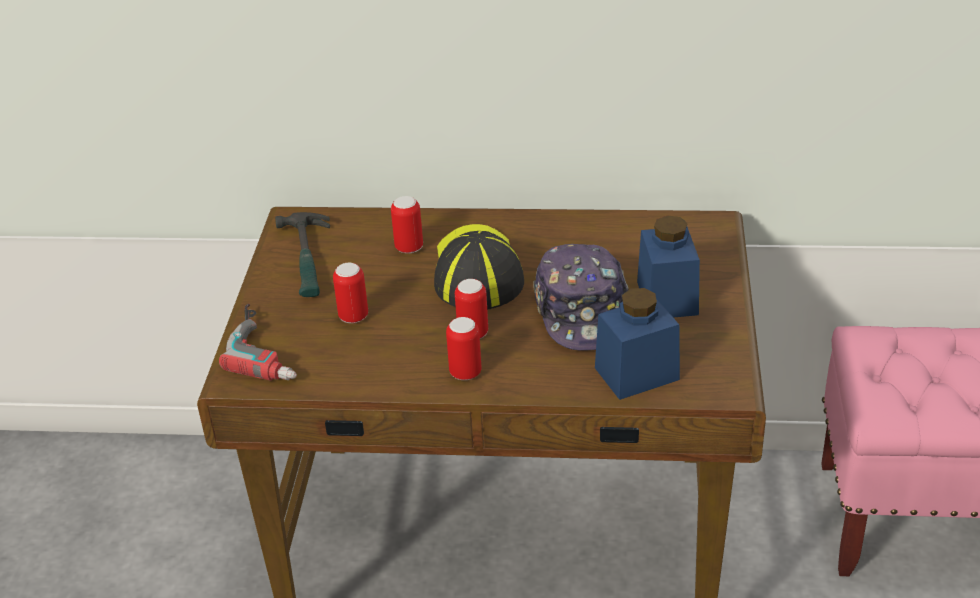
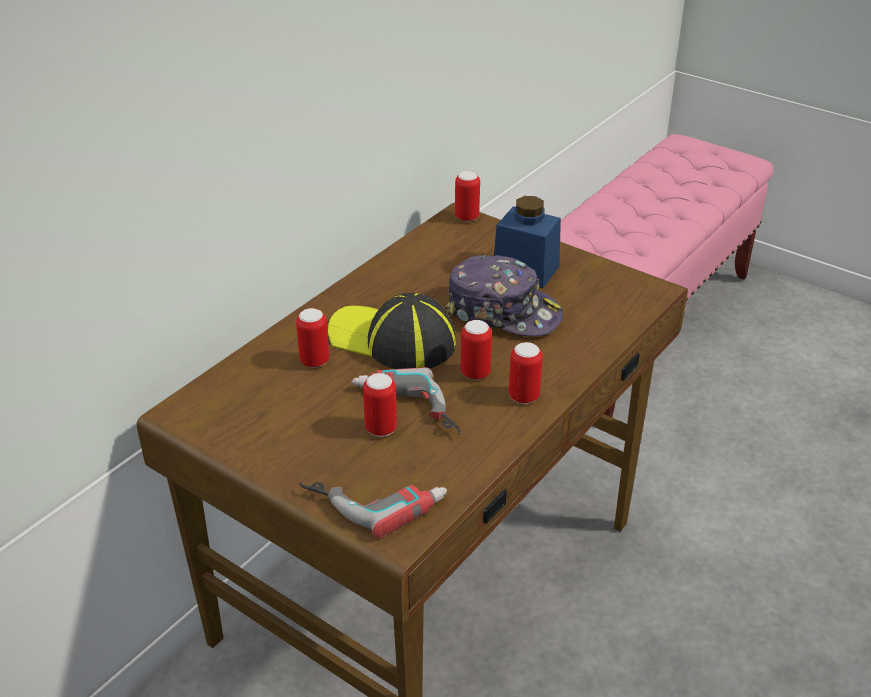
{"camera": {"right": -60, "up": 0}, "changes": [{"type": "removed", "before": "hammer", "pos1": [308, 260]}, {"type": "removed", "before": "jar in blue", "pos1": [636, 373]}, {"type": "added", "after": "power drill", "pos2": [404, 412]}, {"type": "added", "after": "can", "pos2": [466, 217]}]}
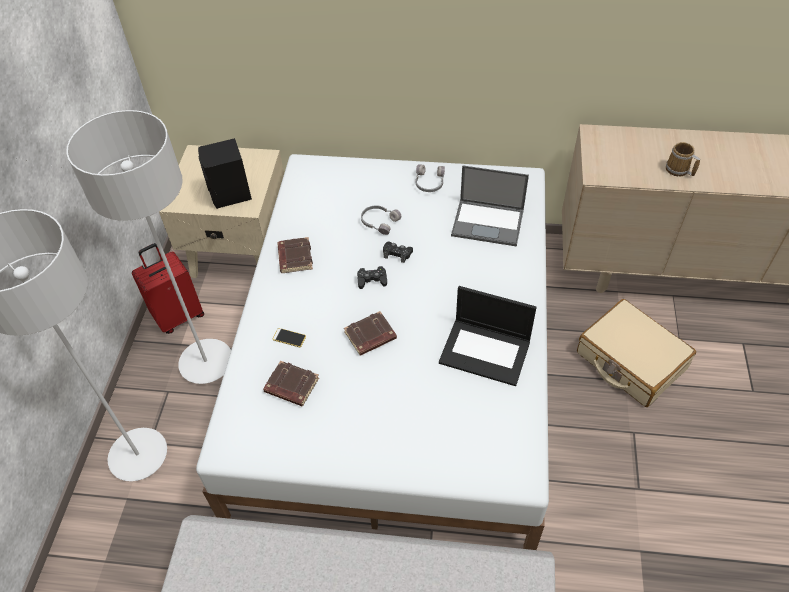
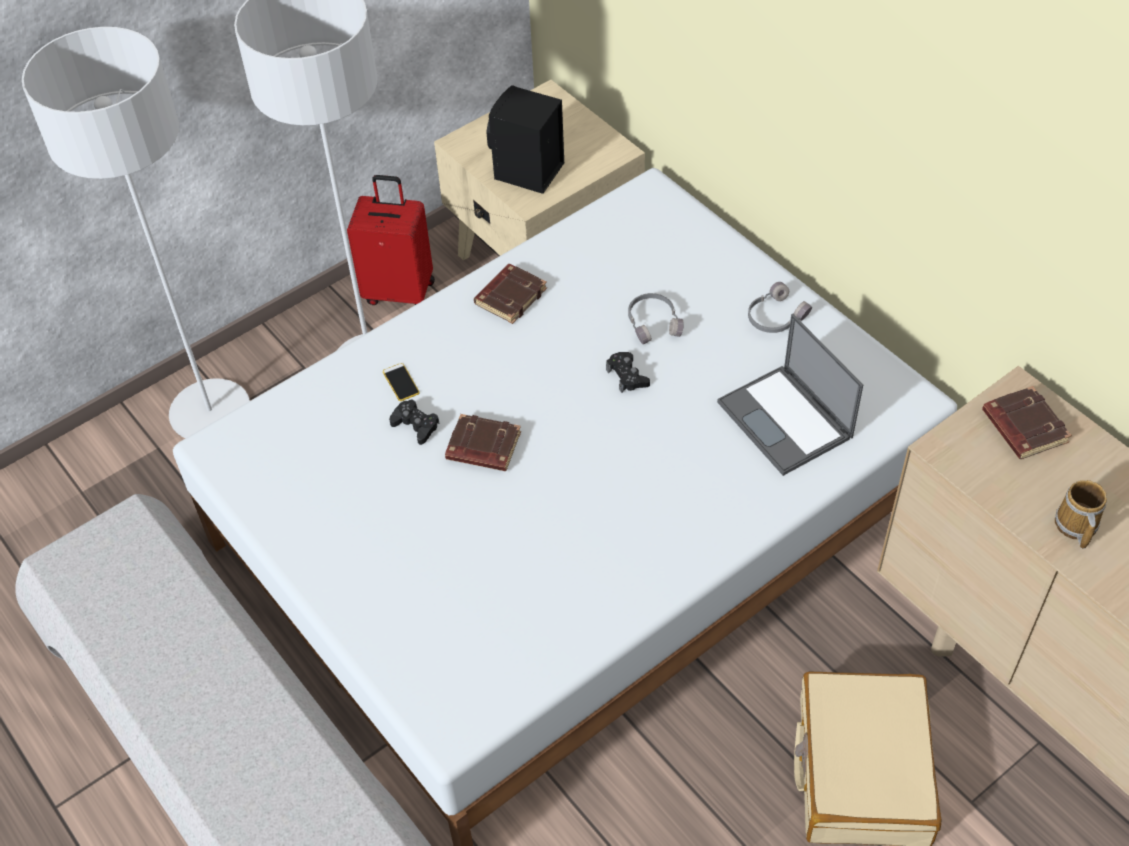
{"camera": {"right": 45, "up": 0}, "changes": [{"type": "moved", "before": "book in brown", "pos1": [291, 386], "pos2": [1022, 427]}, {"type": "moved", "before": "game controller in black", "pos1": [372, 280], "pos2": [415, 425]}, {"type": "removed", "before": "laptop", "pos1": [486, 351]}]}
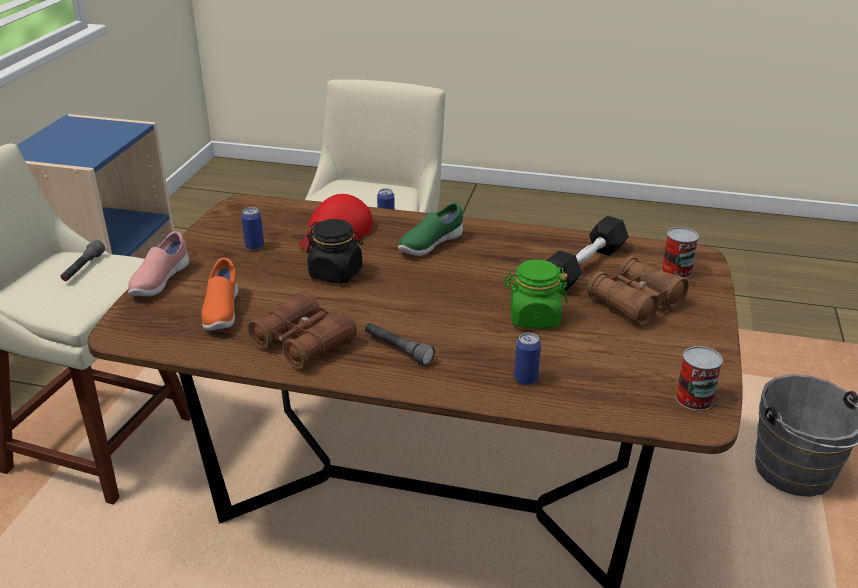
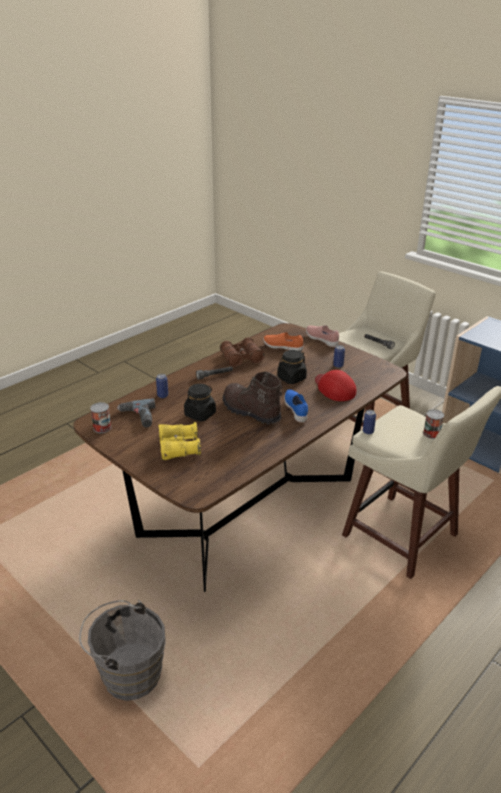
{"camera": {"right": 120, "up": 0}, "changes": [{"type": "recoloured", "before": "shoe in green", "after": "shoe in blue", "pos1": [430, 245], "pos2": [296, 410]}, {"type": "recoloured", "before": "jar in green", "after": "jar in black", "pos1": [534, 318], "pos2": [200, 414]}, {"type": "removed", "before": "dumbbell in black", "pos1": [584, 267]}, {"type": "recoloured", "before": "binoculars in brown", "after": "binoculars in yellow", "pos1": [635, 303], "pos2": [179, 448]}, {"type": "moved", "before": "can", "pos1": [676, 271], "pos2": [431, 434]}, {"type": "added", "after": "power drill", "pos2": [138, 417]}, {"type": "added", "after": "boot in brown", "pos2": [250, 412]}]}
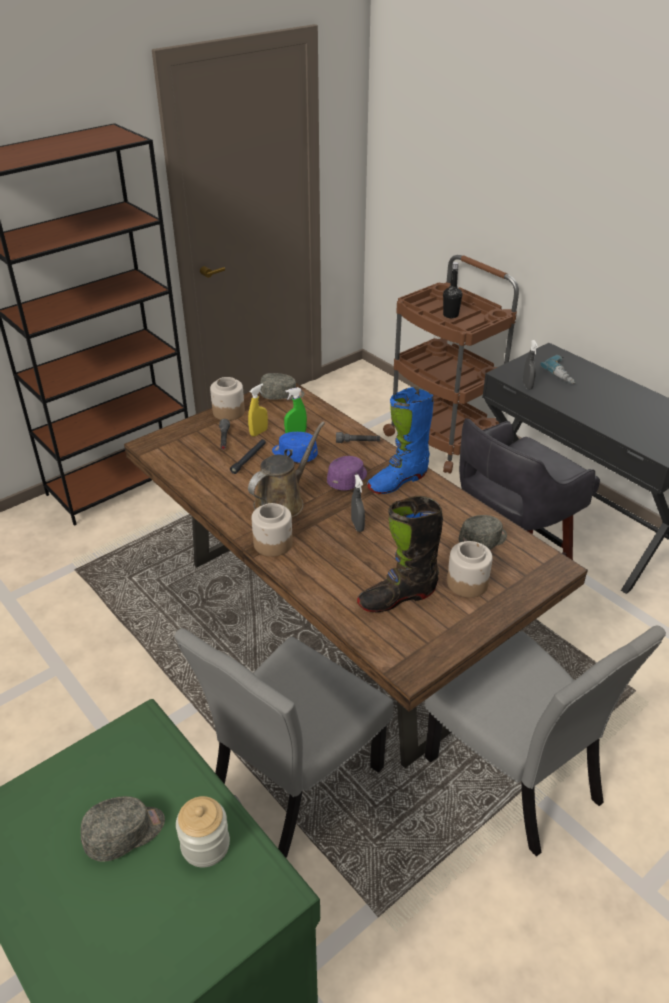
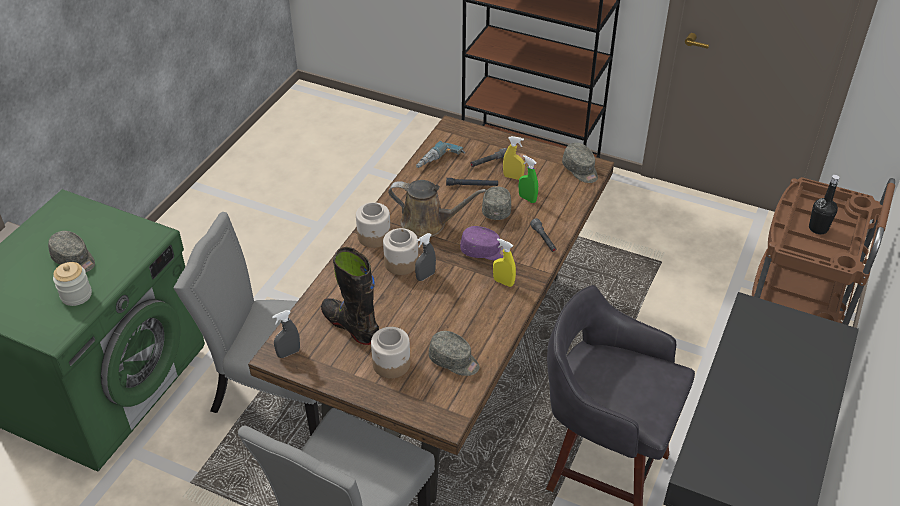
{"camera": {"right": 65, "up": 5}, "changes": [{"type": "moved", "before": "jar", "pos1": [228, 412], "pos2": [401, 263]}, {"type": "recoloured", "before": "cap in blue", "after": "cap in grey", "pos1": [294, 454], "pos2": [496, 208]}, {"type": "replaced", "before": "boot in blue", "after": "spray bottle in yellow", "pos1": [397, 481], "pos2": [503, 282]}, {"type": "moved", "before": "spray bottle in grey", "pos1": [527, 385], "pos2": [288, 353]}, {"type": "moved", "before": "power drill", "pos1": [564, 374], "pos2": [440, 162]}]}
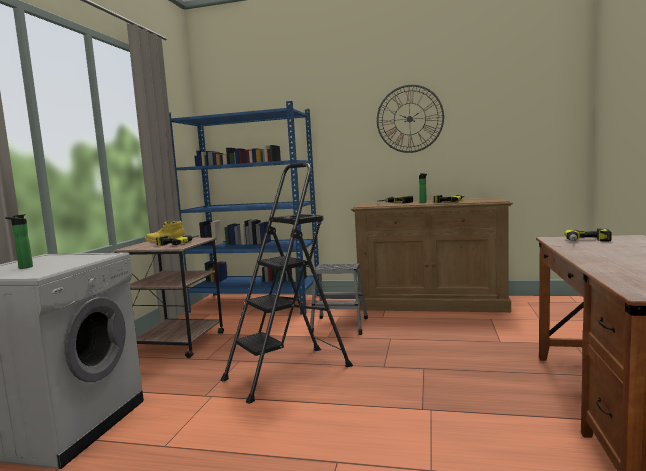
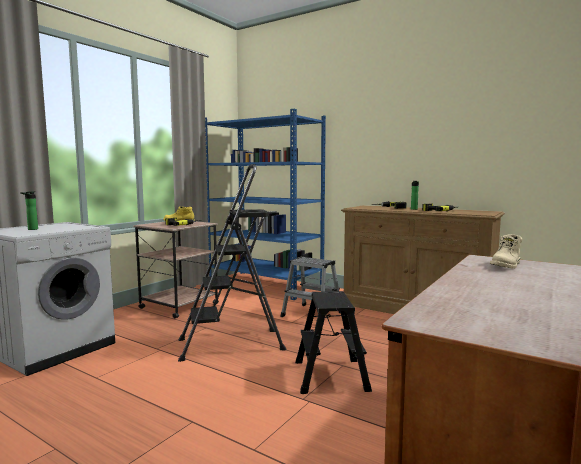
{"camera": {"right": 20, "up": 0}, "changes": [{"type": "removed", "before": "wall clock", "pos1": [409, 119]}, {"type": "replaced", "before": "power drill", "after": "boot in beige", "pos1": [588, 241], "pos2": [506, 265]}, {"type": "added", "after": "step ladder in black", "pos2": [330, 376]}]}
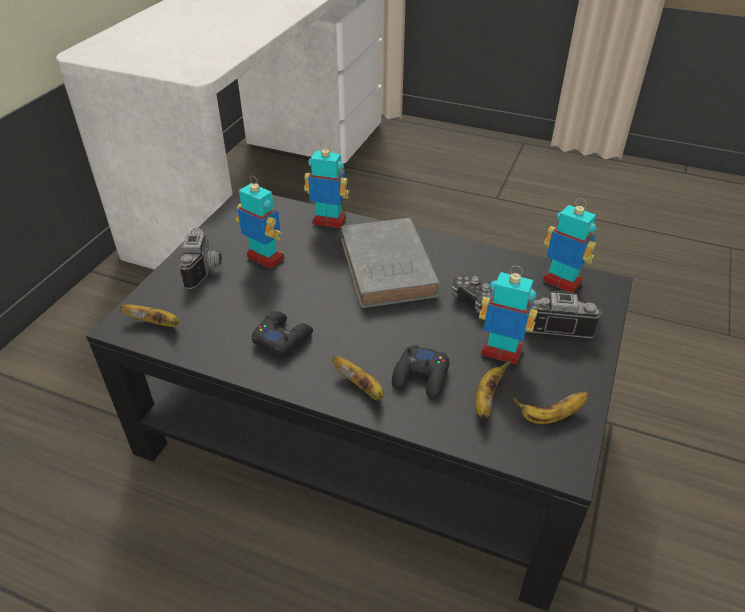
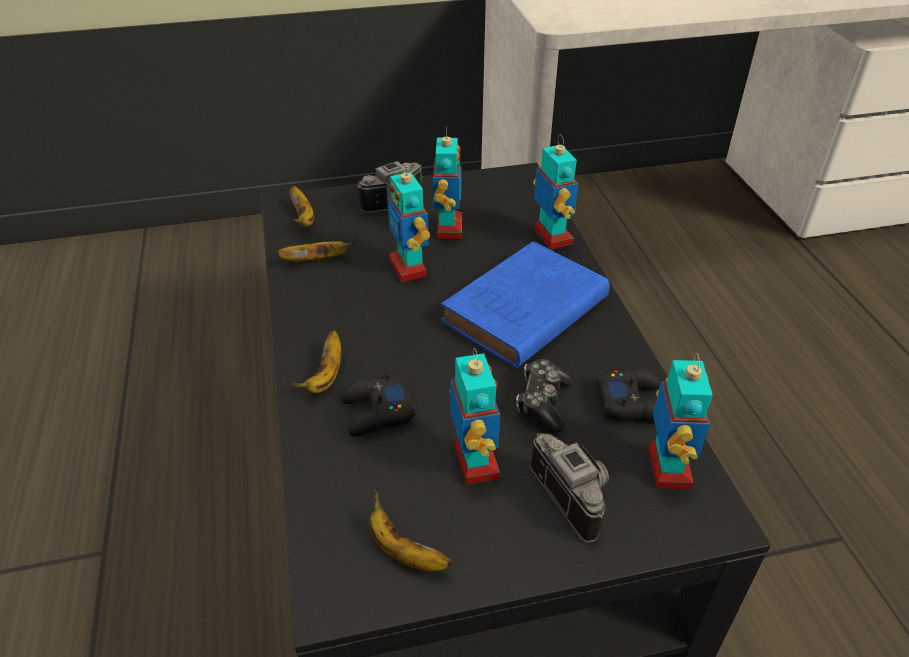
{"camera": {"right": 55, "up": 0}, "changes": [{"type": "moved", "before": "game controller in black", "pos1": [282, 338], "pos2": [632, 402]}, {"type": "recoloured", "before": "book in grey", "after": "book in blue", "pos1": [388, 270], "pos2": [522, 312]}, {"type": "moved", "before": "banana", "pos1": [486, 399], "pos2": [316, 260]}, {"type": "added", "after": "toy robot", "pos2": [409, 268]}]}
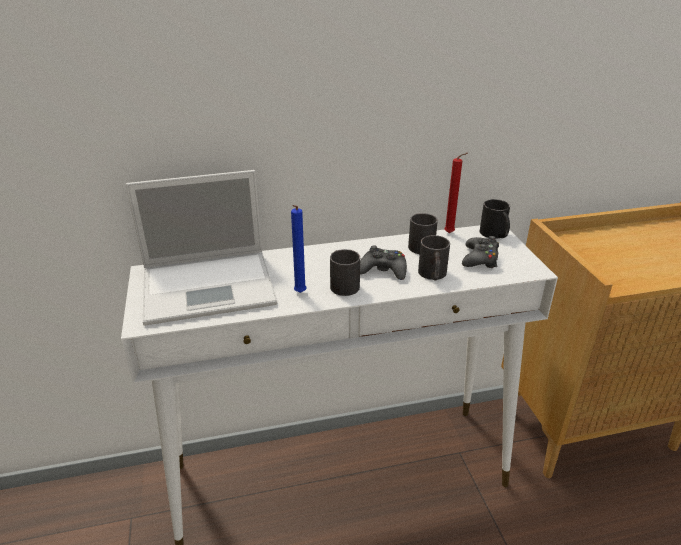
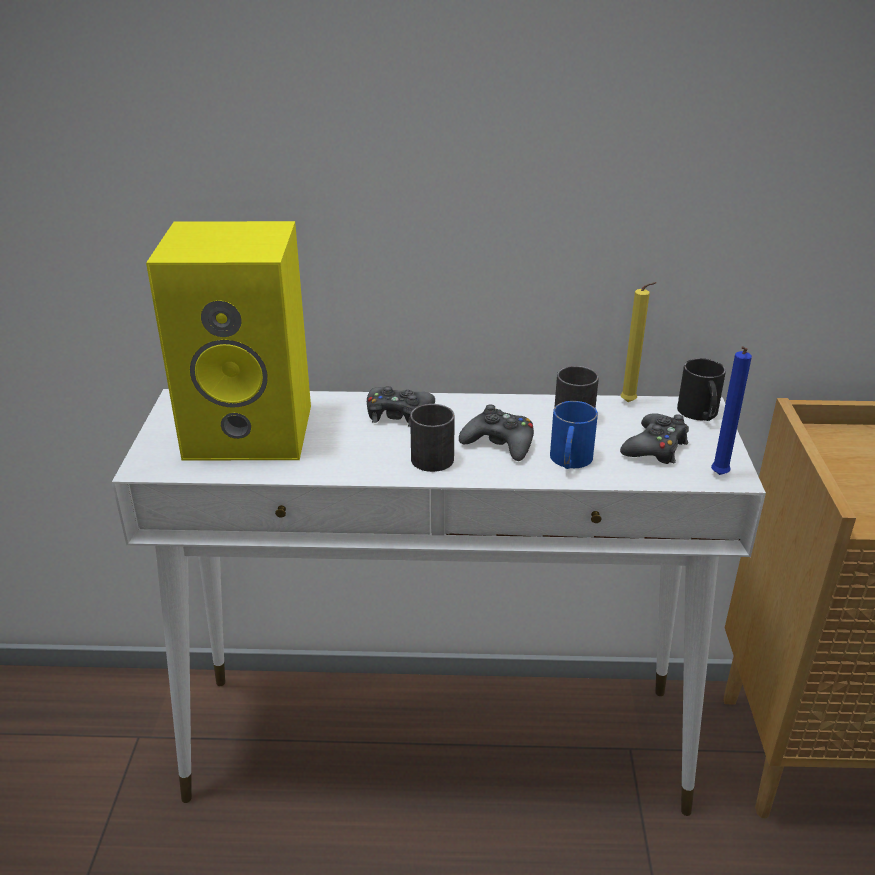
{"camera": {"right": 15, "up": 0}, "changes": [{"type": "replaced", "before": "laptop", "after": "speaker in yellow", "pos1": [211, 286], "pos2": [253, 430]}, {"type": "moved", "before": "candle in blue", "pos1": [299, 294], "pos2": [718, 476]}, {"type": "recoloured", "before": "mug in black", "after": "mug in blue", "pos1": [433, 275], "pos2": [569, 461]}, {"type": "recoloured", "before": "candle in red", "after": "candle in yellow", "pos1": [450, 233], "pos2": [630, 403]}, {"type": "added", "after": "game controller in black", "pos2": [398, 414]}]}
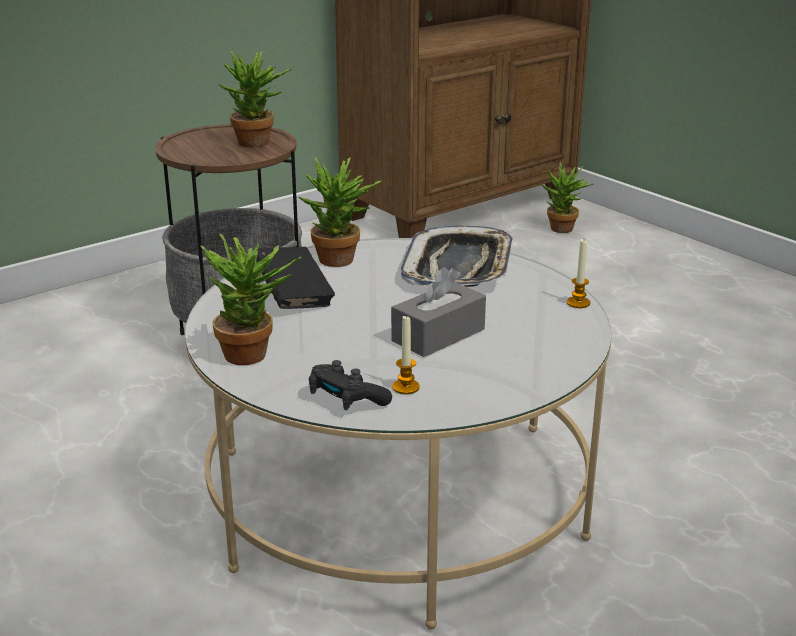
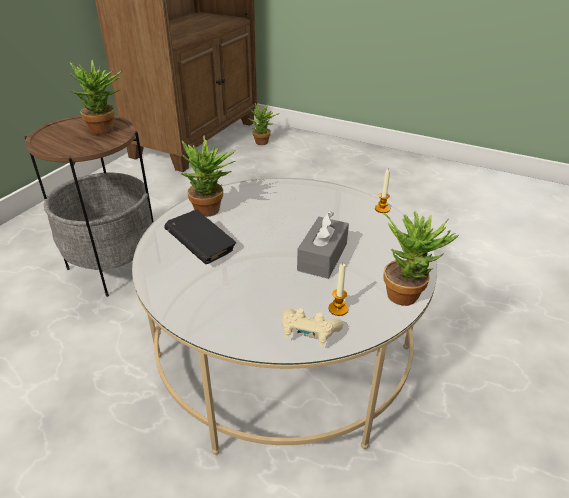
{"camera": {"right": -25, "up": 10}, "changes": [{"type": "moved", "before": "potted plant", "pos1": [254, 355], "pos2": [407, 293]}, {"type": "recoloured", "before": "game controller in black", "after": "game controller in beige", "pos1": [346, 400], "pos2": [308, 333]}, {"type": "removed", "before": "tray", "pos1": [459, 268]}]}
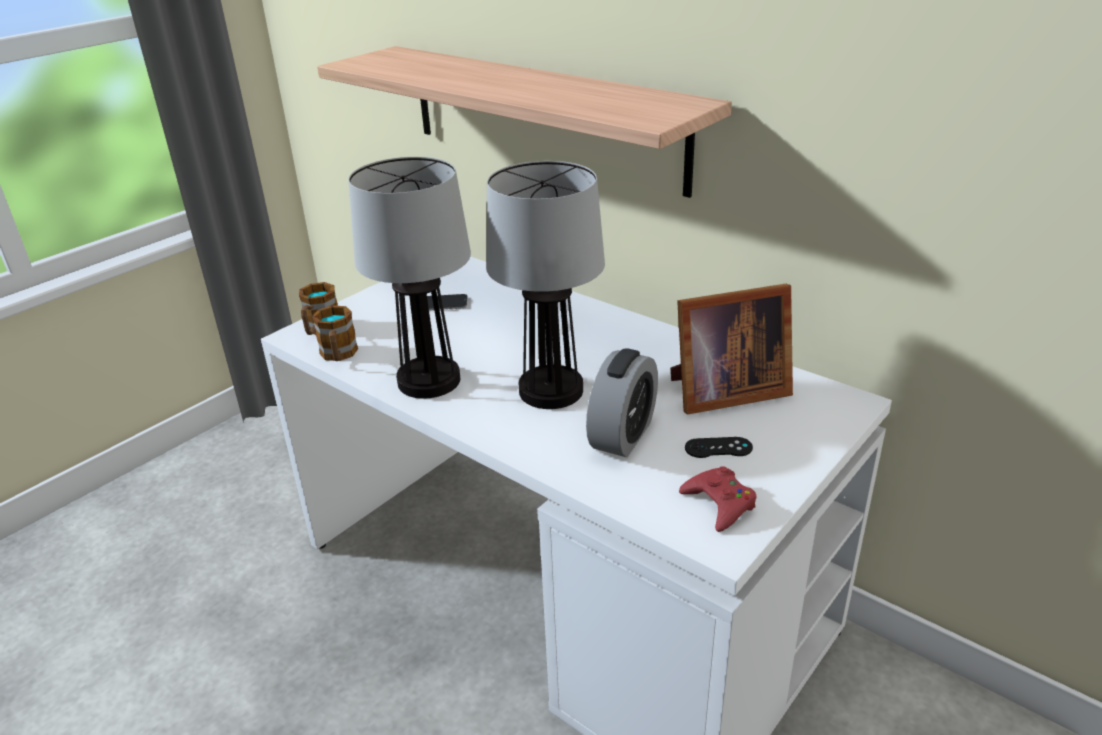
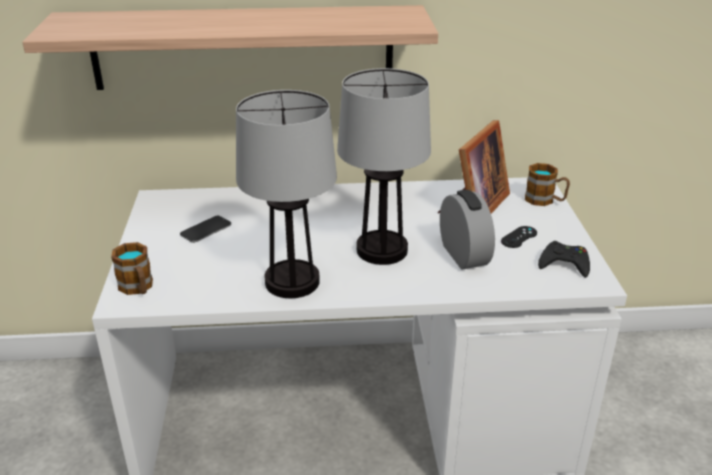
{"camera": {"right": -45, "up": 0}, "changes": [{"type": "moved", "before": "mug", "pos1": [338, 355], "pos2": [545, 200]}, {"type": "recoloured", "before": "game controller in red", "after": "game controller in black", "pos1": [719, 504], "pos2": [564, 264]}]}
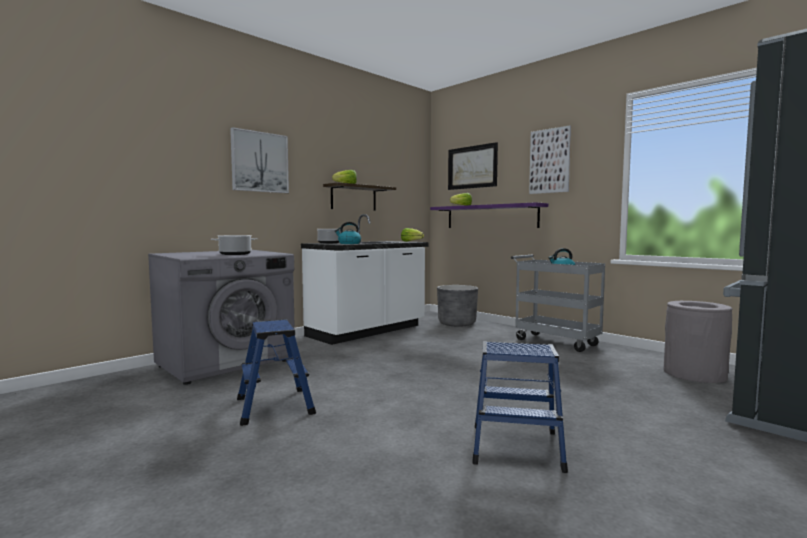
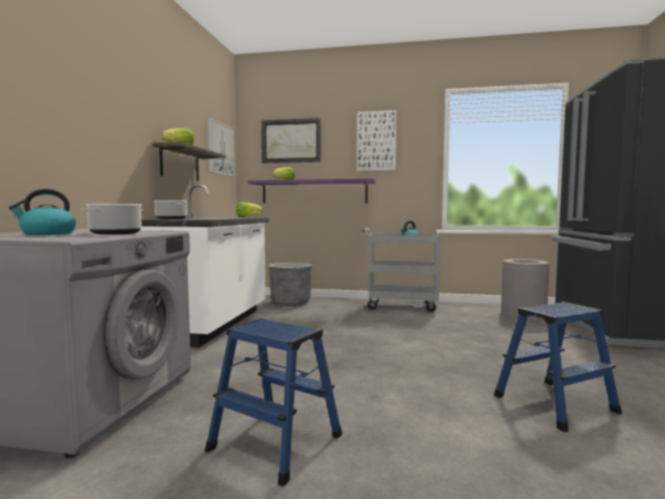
{"camera": {"right": -35, "up": 0}, "changes": [{"type": "moved", "before": "picture", "pos1": [260, 162], "pos2": [220, 149]}, {"type": "moved", "before": "kettle", "pos1": [349, 243], "pos2": [47, 234]}]}
